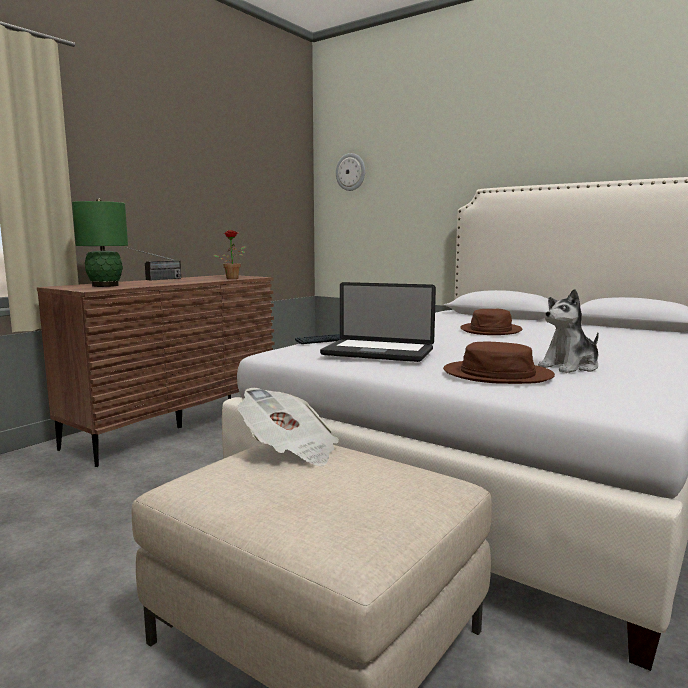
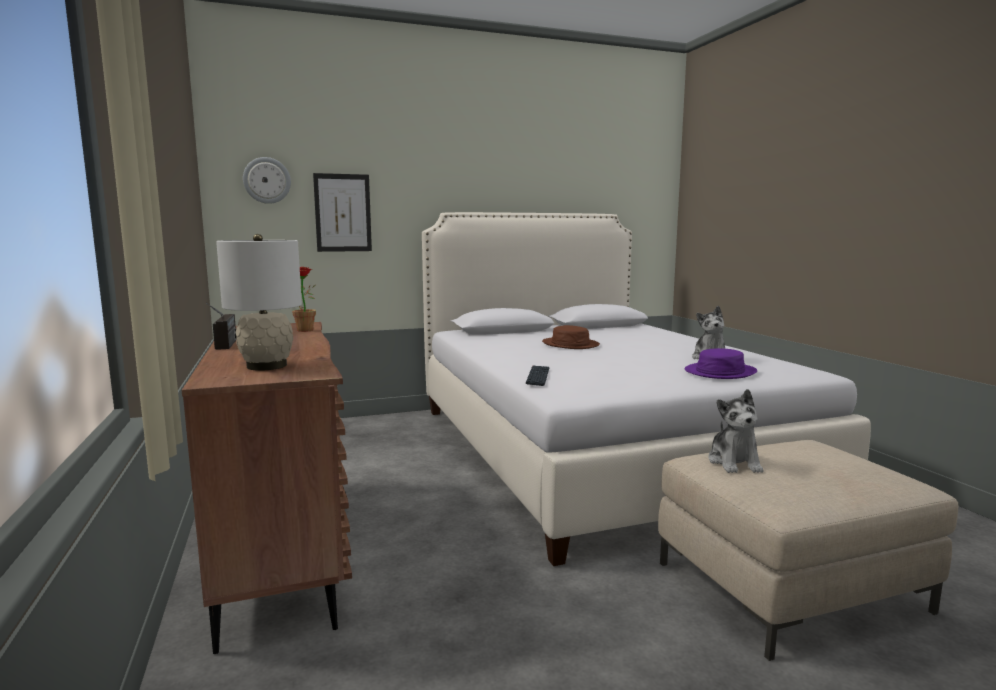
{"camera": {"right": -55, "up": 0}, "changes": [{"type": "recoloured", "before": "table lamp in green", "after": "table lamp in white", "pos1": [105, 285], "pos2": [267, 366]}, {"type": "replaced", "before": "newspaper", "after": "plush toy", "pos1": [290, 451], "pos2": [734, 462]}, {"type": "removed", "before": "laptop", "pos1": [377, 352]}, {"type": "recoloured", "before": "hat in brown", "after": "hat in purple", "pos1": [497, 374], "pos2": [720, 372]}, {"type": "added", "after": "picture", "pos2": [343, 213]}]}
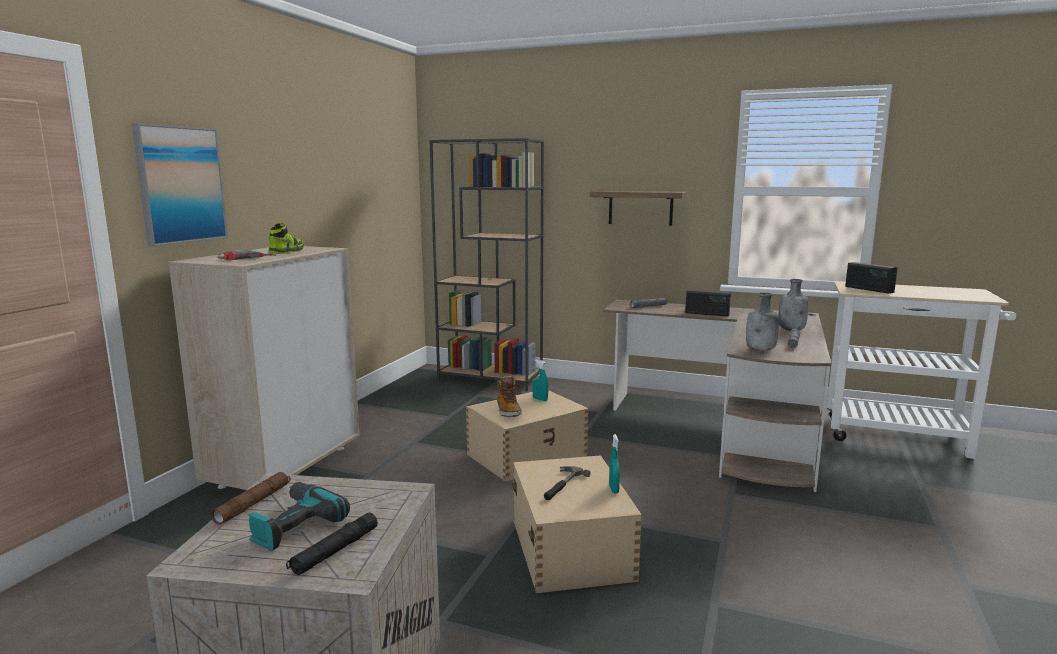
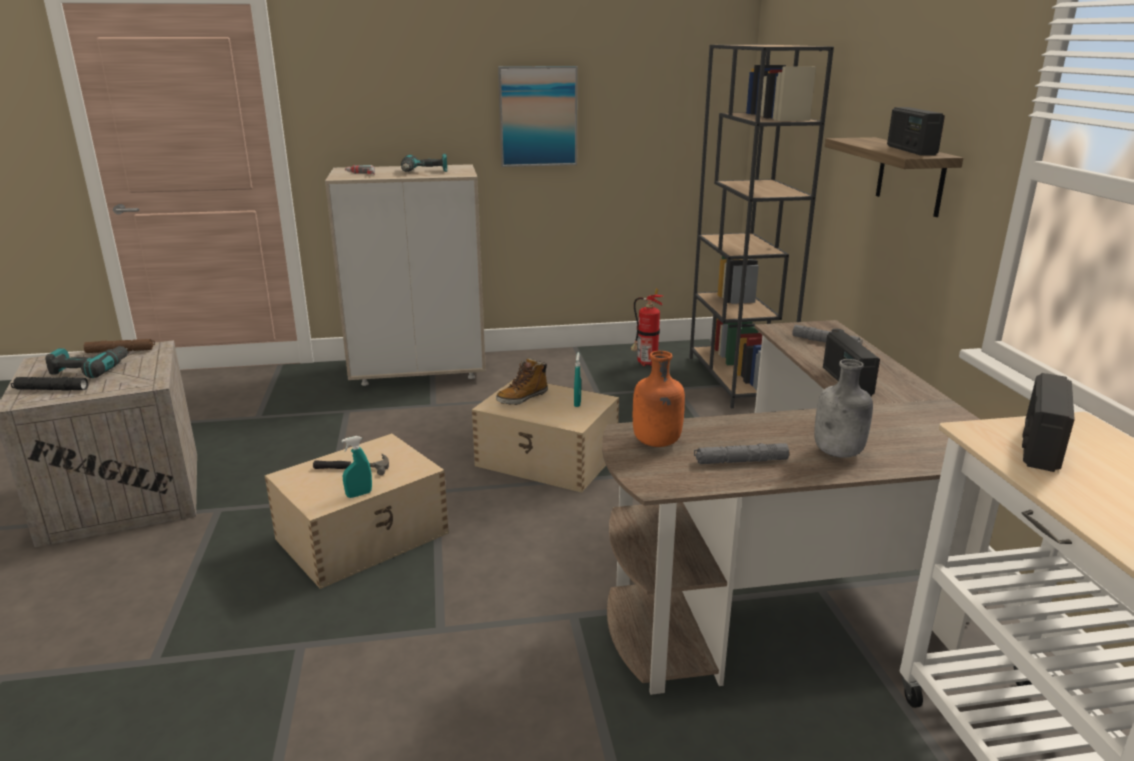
{"camera": {"right": 60, "up": 10}, "changes": [{"type": "moved", "before": "picture", "pos1": [181, 185], "pos2": [538, 116]}, {"type": "replaced", "before": "shoe", "after": "power drill", "pos1": [287, 251], "pos2": [424, 172]}, {"type": "recoloured", "before": "bottle in grey", "after": "bottle in orange", "pos1": [761, 350], "pos2": [656, 443]}, {"type": "added", "after": "fire extinguisher", "pos2": [645, 363]}, {"type": "added", "after": "radio", "pos2": [910, 150]}]}
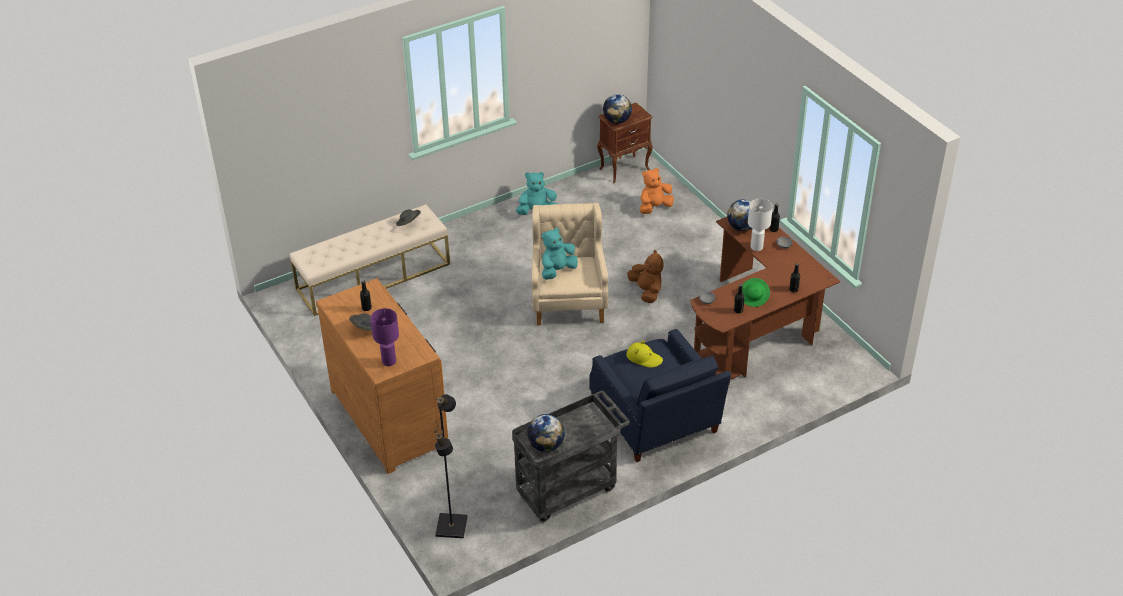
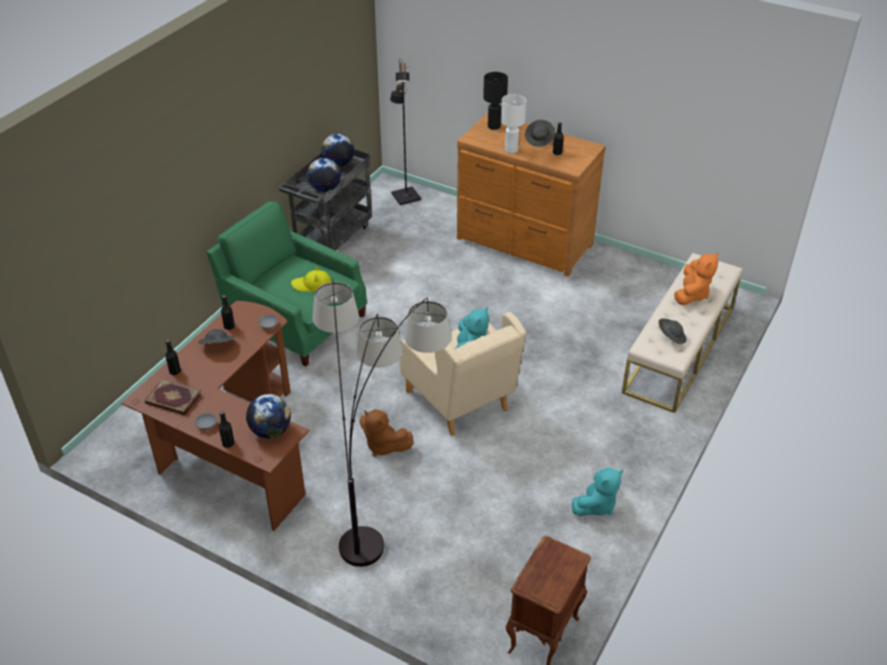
{"camera": {"right": 150, "up": 0}, "changes": [{"type": "recoloured", "before": "table lamp in purple", "after": "table lamp in black", "pos1": [389, 361], "pos2": [494, 126]}, {"type": "recoloured", "before": "armchair in blue", "after": "armchair in green", "pos1": [655, 418], "pos2": [295, 320]}, {"type": "moved", "before": "globe", "pos1": [617, 121], "pos2": [325, 189]}, {"type": "moved", "before": "plush toy in orange", "pos1": [654, 207], "pos2": [691, 294]}, {"type": "recoloured", "before": "hat in green", "after": "hat in grey", "pos1": [754, 298], "pos2": [217, 346]}, {"type": "moved", "before": "table lamp in white", "pos1": [756, 247], "pos2": [511, 150]}, {"type": "added", "after": "book", "pos2": [173, 399]}, {"type": "added", "after": "floor lamp", "pos2": [380, 506]}]}
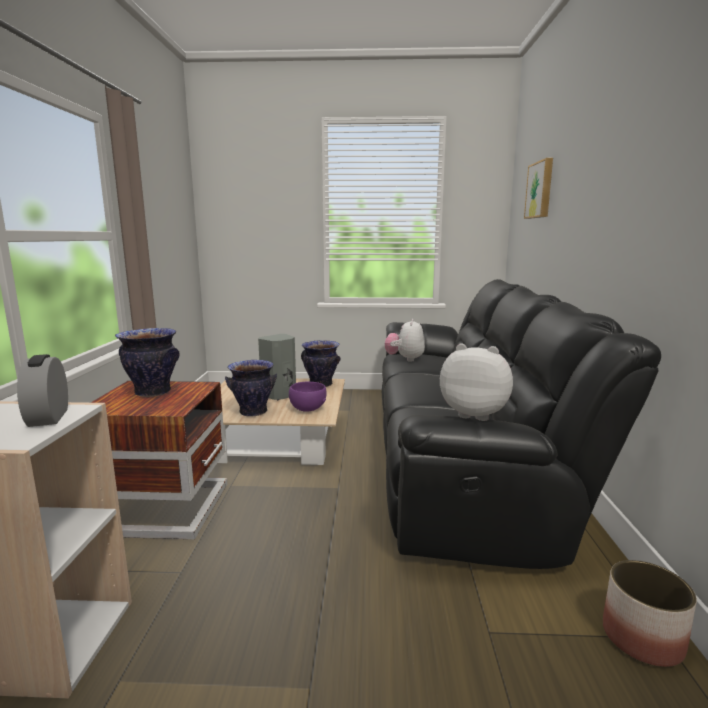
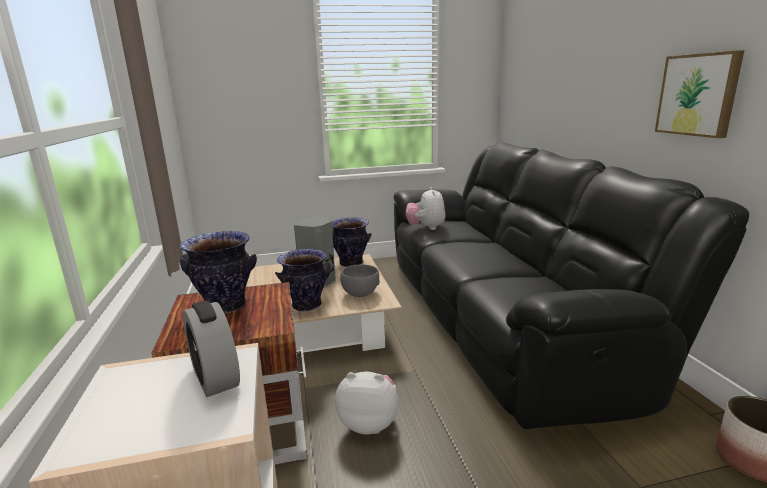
{"camera": {"right": -15, "up": 5}, "changes": [{"type": "recoloured", "before": "bowl in purple", "after": "bowl in grey", "pos1": [307, 409], "pos2": [360, 293]}, {"type": "moved", "before": "plush toy", "pos1": [474, 414], "pos2": [369, 423]}, {"type": "moved", "before": "picture", "pos1": [540, 190], "pos2": [698, 95]}]}
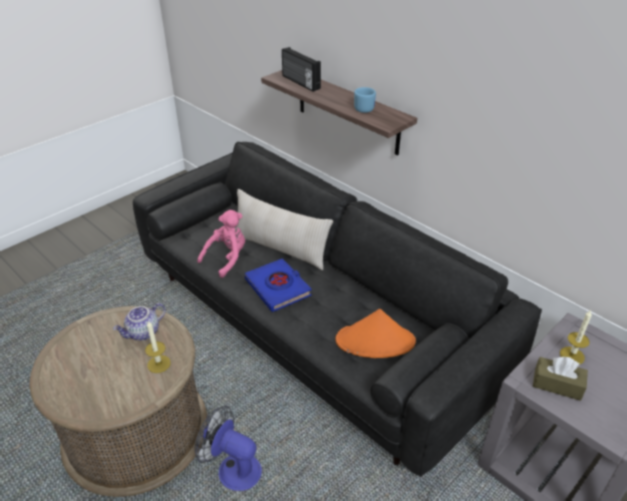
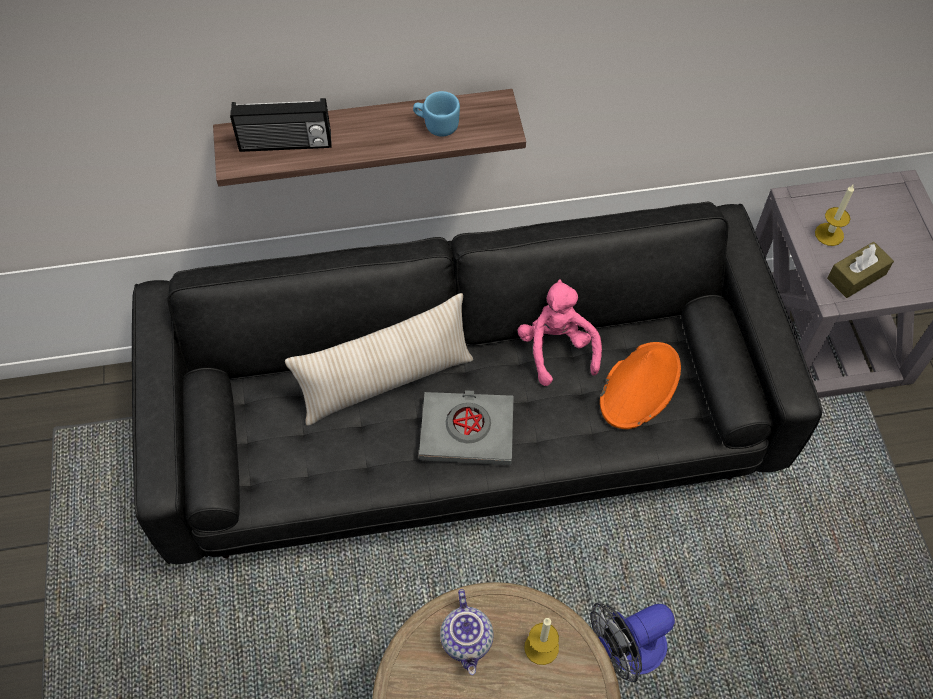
{"camera": {"right": -55, "up": 20}, "changes": [{"type": "moved", "before": "plush toy in pink", "pos1": [227, 258], "pos2": [557, 348]}, {"type": "recoloured", "before": "book in blue", "after": "book in grey", "pos1": [278, 288], "pos2": [467, 431]}]}
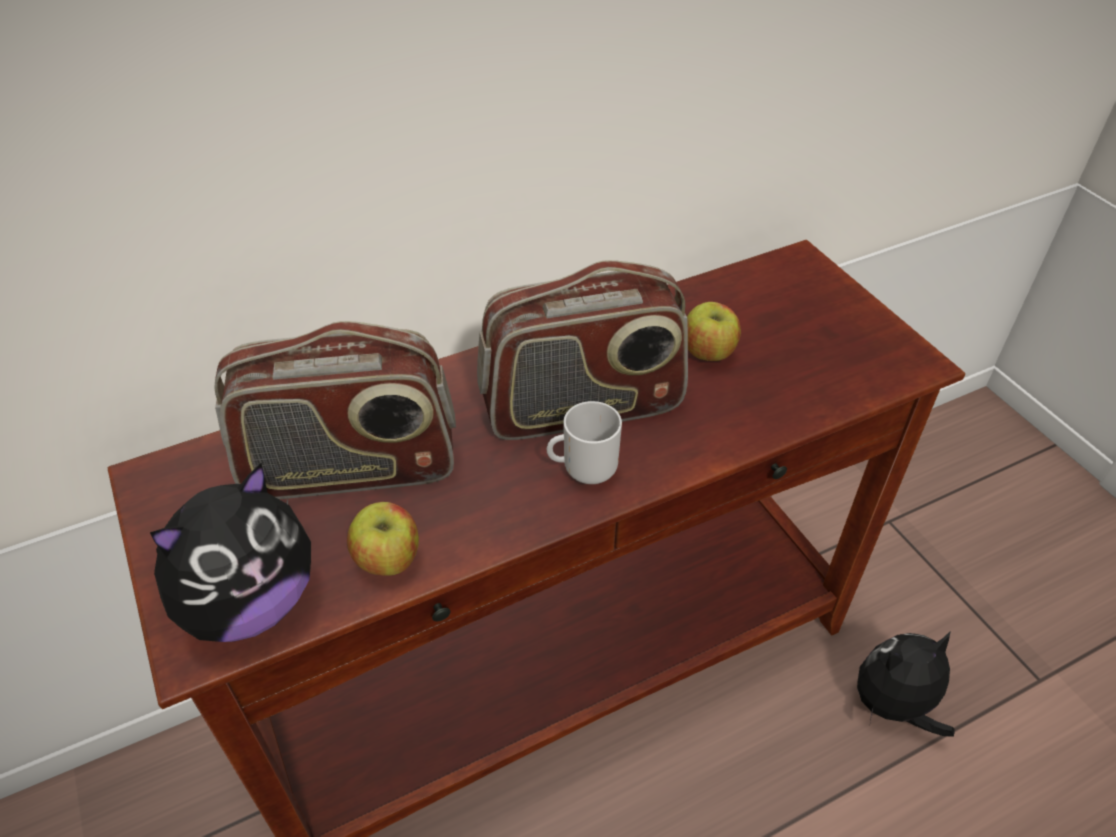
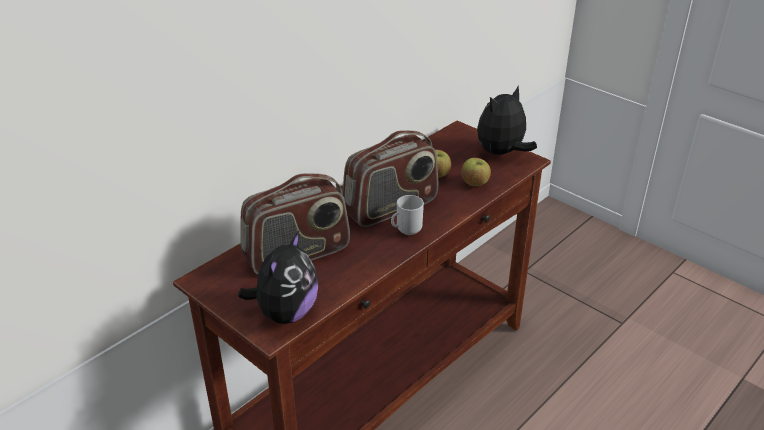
{"camera": {"right": -20, "up": -10}, "changes": [{"type": "moved", "before": "apple", "pos1": [388, 559], "pos2": [474, 183]}, {"type": "moved", "before": "plush toy", "pos1": [893, 707], "pos2": [501, 153]}]}
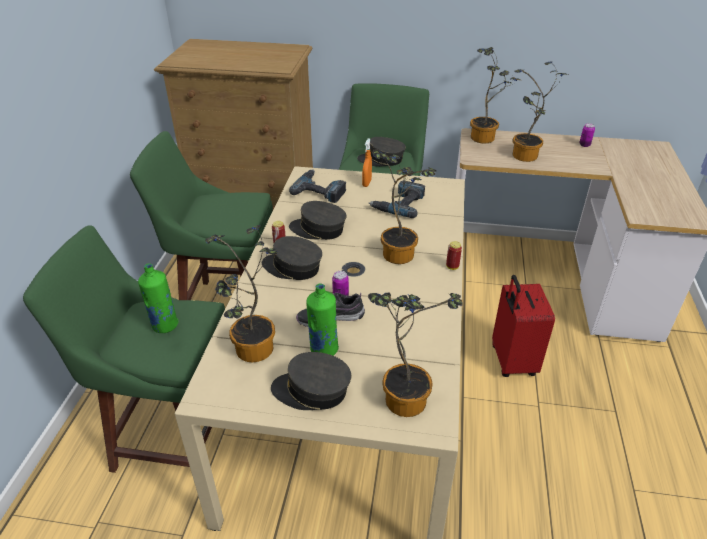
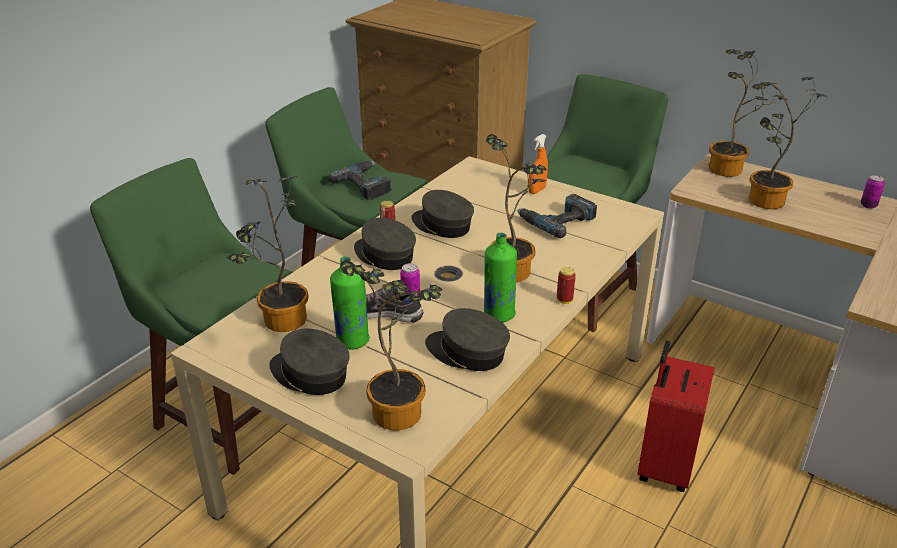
{"camera": {"right": 25, "up": -5}, "changes": [{"type": "moved", "before": "bottle in green", "pos1": [165, 325], "pos2": [499, 314]}, {"type": "moved", "before": "power drill", "pos1": [320, 190], "pos2": [366, 184]}, {"type": "moved", "before": "cap in grey", "pos1": [381, 159], "pos2": [467, 352]}]}
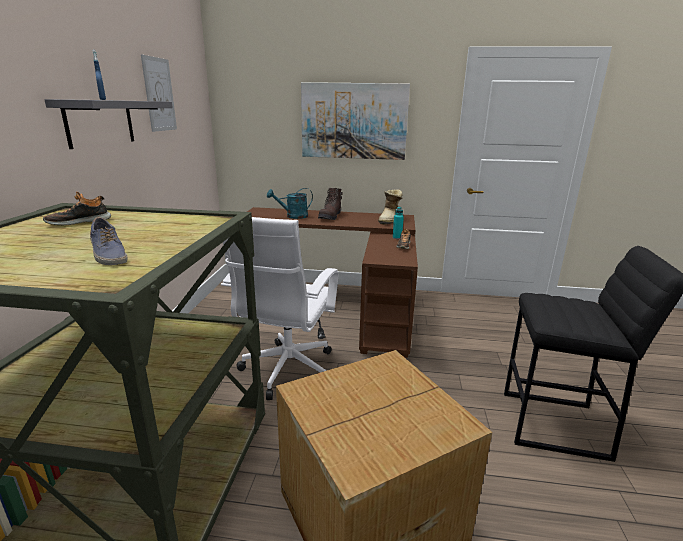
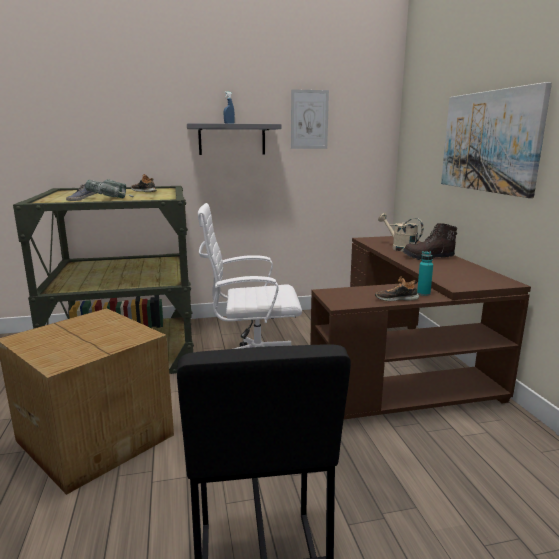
{"camera": {"right": 70, "up": -5}, "changes": [{"type": "recoloured", "before": "watering can in turquoise", "after": "watering can in beige", "pos1": [293, 216], "pos2": [400, 248]}, {"type": "removed", "before": "boot", "pos1": [390, 220]}, {"type": "added", "after": "power drill", "pos2": [113, 200]}]}
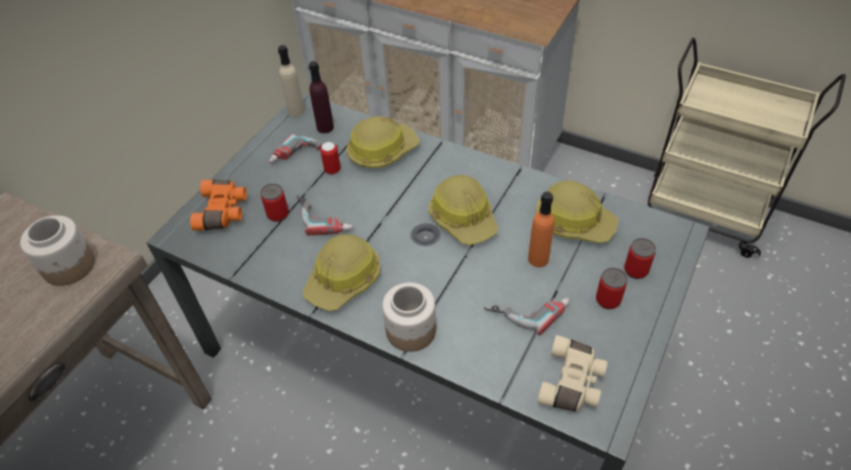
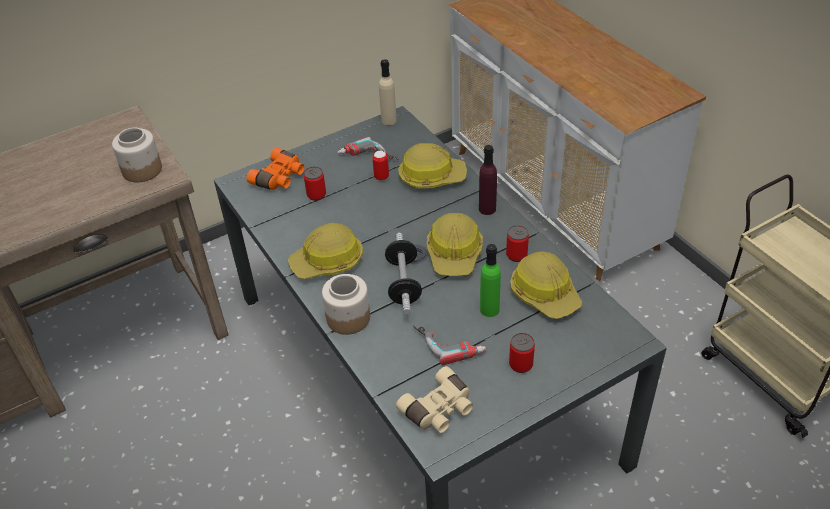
{"camera": {"right": 30, "up": -5}, "changes": [{"type": "removed", "before": "power drill", "pos1": [325, 216]}, {"type": "moved", "before": "bottle in purple", "pos1": [325, 127], "pos2": [487, 209]}, {"type": "recoloured", "before": "bottle in orange", "after": "bottle in green", "pos1": [538, 259], "pos2": [489, 309]}, {"type": "moved", "before": "can", "pos1": [636, 270], "pos2": [516, 255]}, {"type": "added", "after": "dumbbell", "pos2": [403, 283]}]}
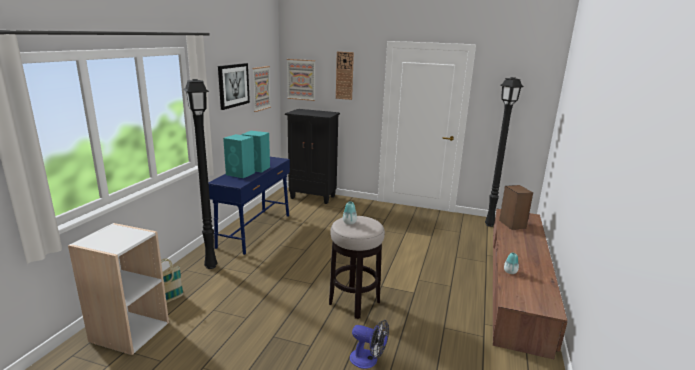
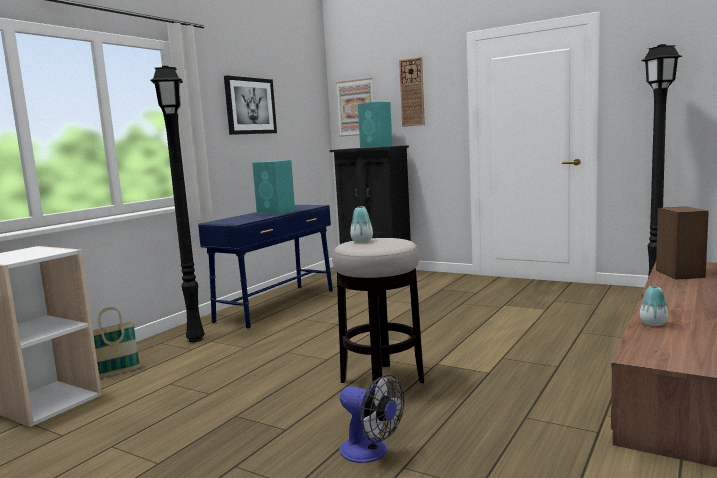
{"camera": {"right": 15, "up": -10}, "changes": [{"type": "moved", "before": "speaker in turquoise", "pos1": [241, 174], "pos2": [376, 147]}, {"type": "removed", "before": "picture", "pos1": [261, 88]}]}
